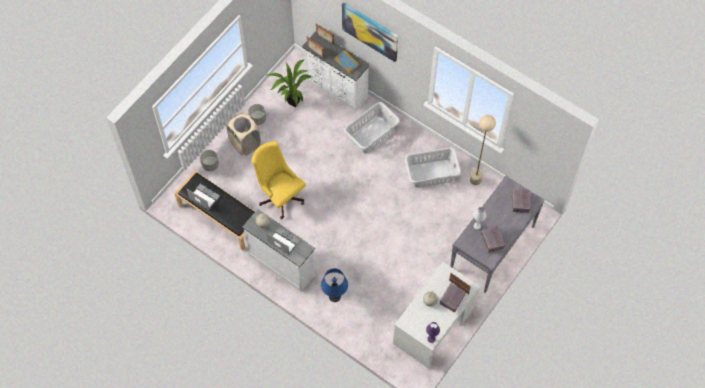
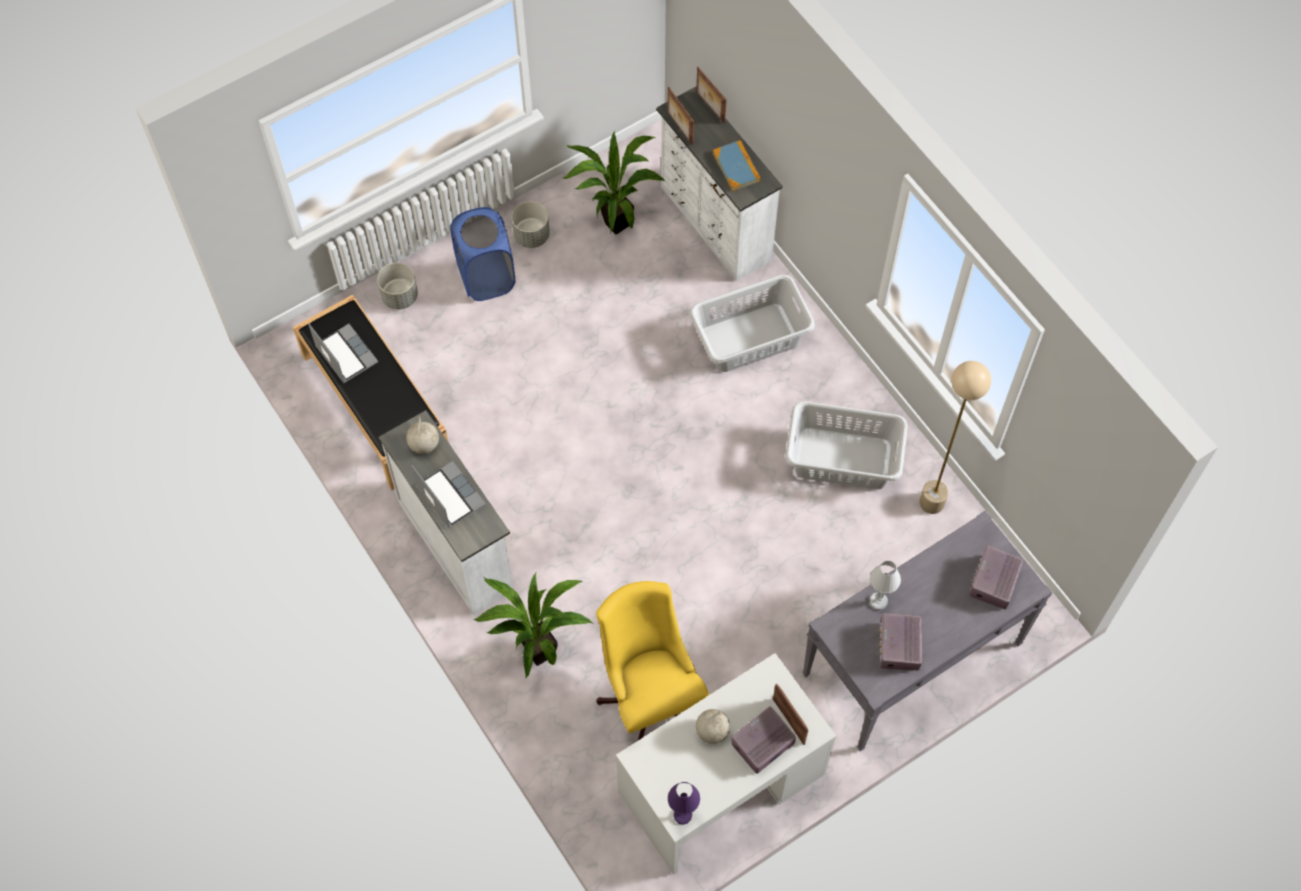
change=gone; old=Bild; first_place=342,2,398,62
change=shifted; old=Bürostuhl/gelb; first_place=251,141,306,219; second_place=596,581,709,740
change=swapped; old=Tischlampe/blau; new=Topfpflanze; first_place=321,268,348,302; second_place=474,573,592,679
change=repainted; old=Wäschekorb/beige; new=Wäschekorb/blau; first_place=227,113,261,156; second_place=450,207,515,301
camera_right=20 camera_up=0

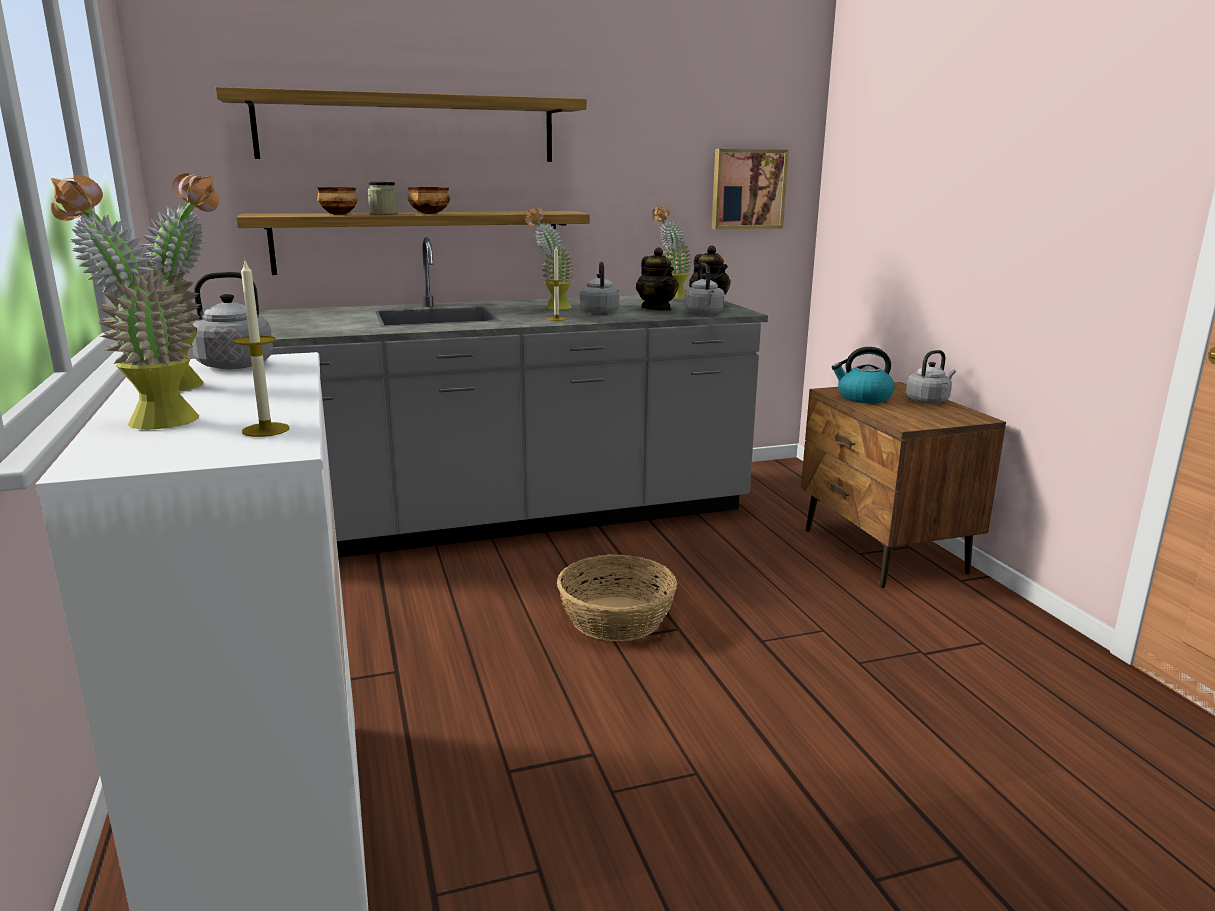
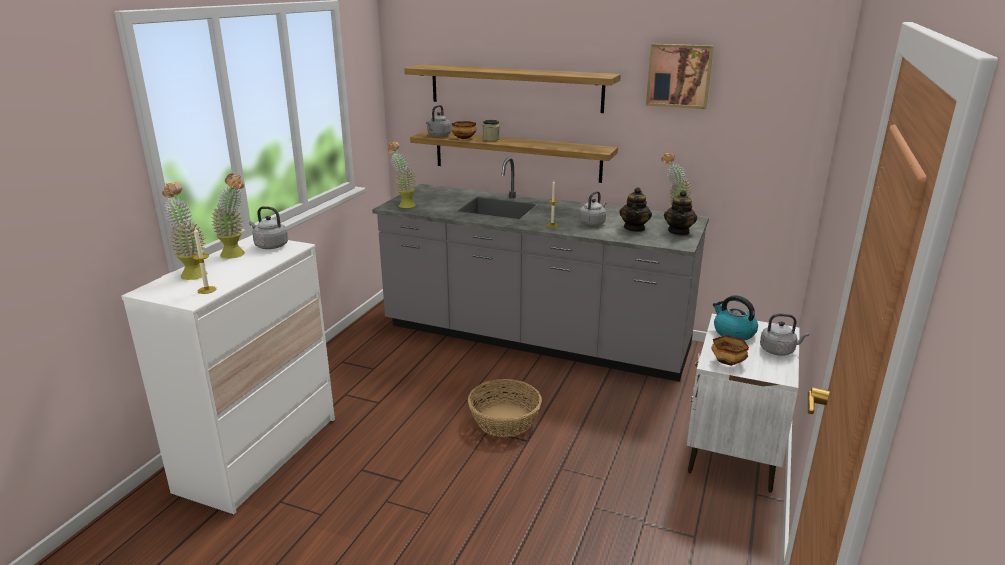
change=shifted; old=Schüssel; first_place=407,187,450,214; second_place=711,335,749,366
change=shifted; old=Topfpflanze; first_place=525,208,574,310; second_place=388,142,416,208
change=shifted; old=Wasserkessel/grau; first_place=684,263,725,315; second_place=426,105,451,137
change=shifted; old=Bild; first_place=712,149,789,229; second_place=646,44,714,109
change=repainted; old=Nachttisch/braun; new=Nachttisch/weiß; first_place=801,382,1006,588; second_place=687,314,800,493
camera_right=40 camera_up=5

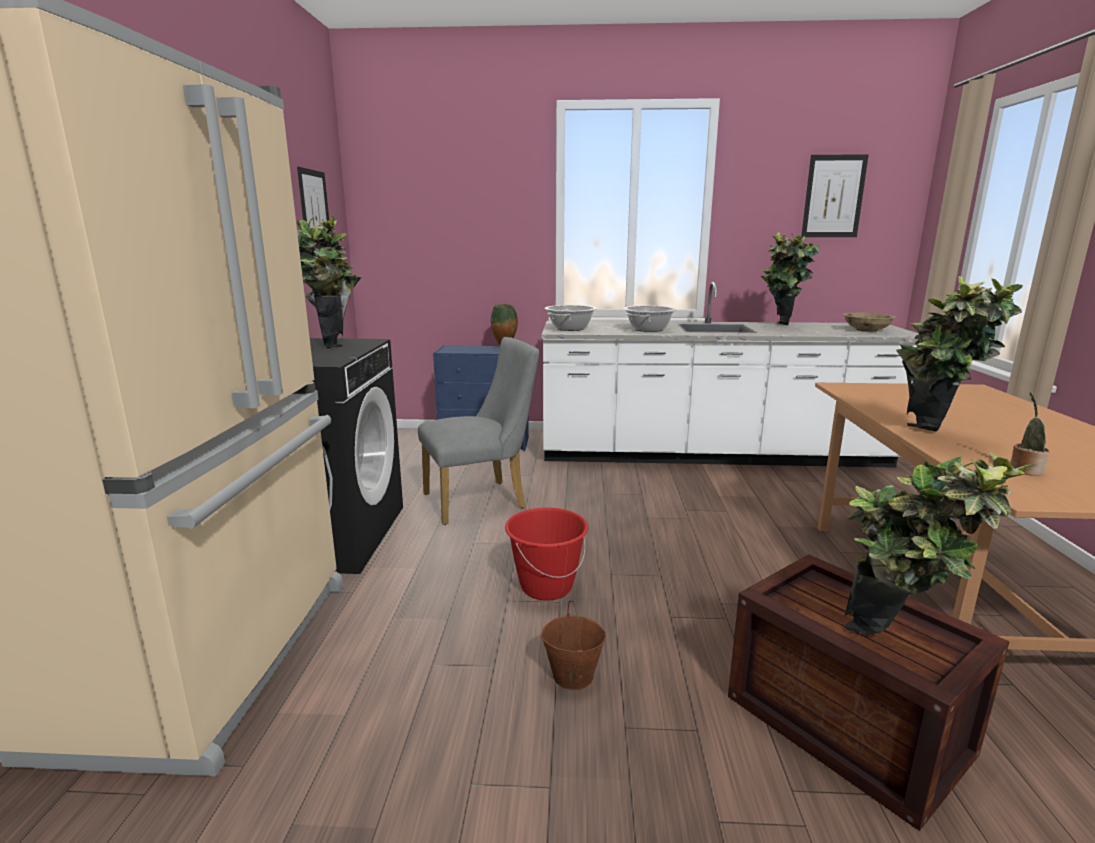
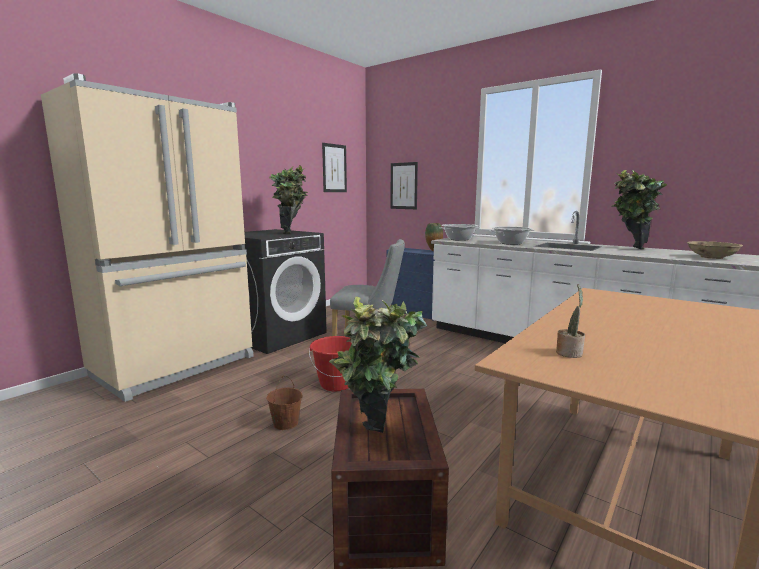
change=gone; old=Topfpflanze; first_place=896,276,1023,432
change=shifted; old=Bild; first_place=801,154,869,237; second_place=390,162,418,209
camera_right=35 camera_up=-5

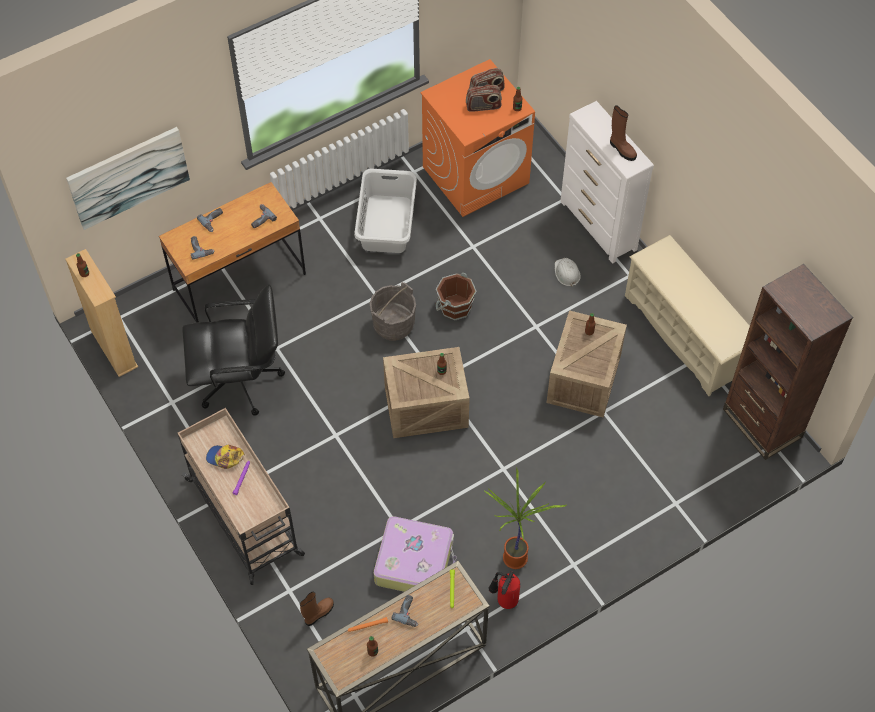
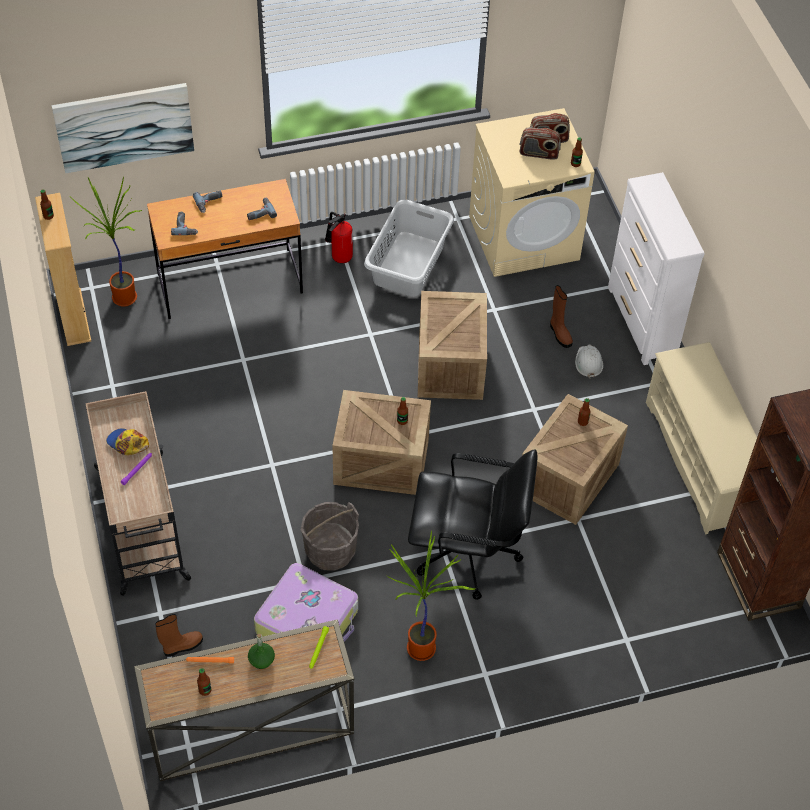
change=new; new=Topfpflanze; second_place=71,176,142,307
change=shifted; old=Bürostuhl/schwarz; first_place=182,284,285,416; second_place=408,449,538,600
change=shifted; old=Eimer/grau; first_place=369,282,416,341; second_place=300,502,359,571
change=shifted; old=Feuerlöscher; first_place=489,571,520,609; second_place=325,212,353,263
change=shifted; old=Stiefel/braun; first_place=610,105,637,161; second_place=550,285,573,348
change=swapped; old=Bohrmaschine; new=Flasche/grün; first_place=391,595,418,627; second_place=248,634,275,669
change=swapped; old=Eimer/braun; new=Kiste; first_place=436,273,476,320; second_place=418,291,487,400
change=repainted; old=Waschmaschine/orange; new=Waschmaschine/beige; first_place=420,59,535,217; second_place=469,108,595,277
camera_right=15 camera_up=-5

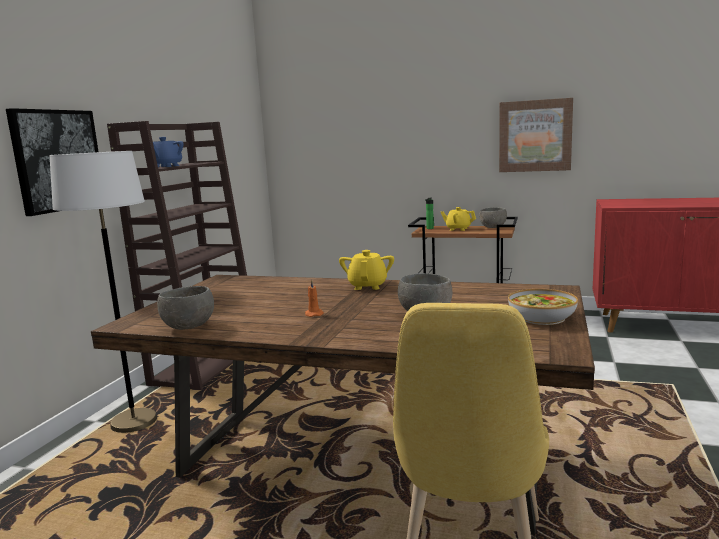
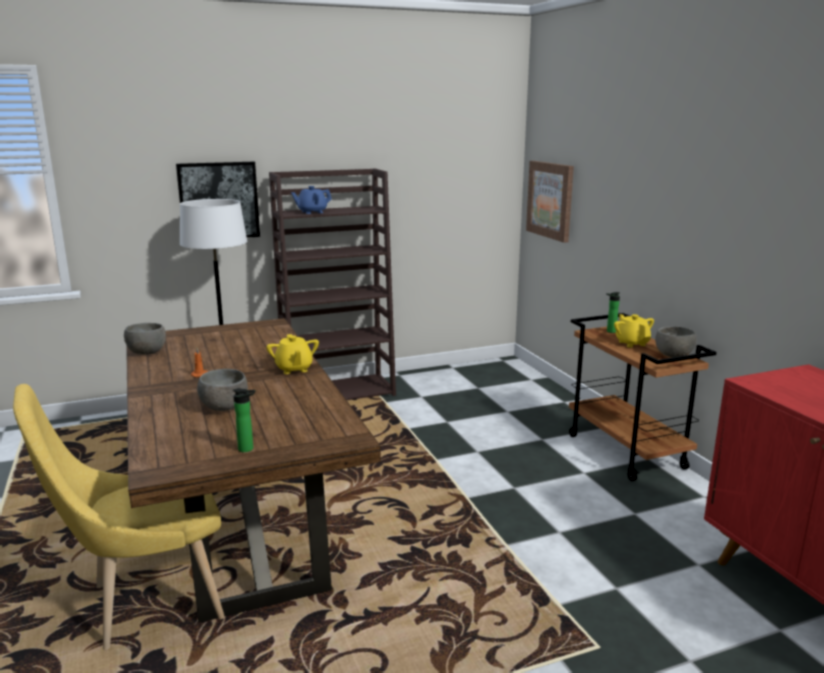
change=shifted; old=Bild; first_place=499,98,573,172; second_place=526,161,574,243
change=swapped; old=Schüssel; new=Flasche; first_place=508,289,578,325; second_place=233,388,256,452
change=rotated; old=Teekanne/gelb; first_place=339,250,394,290; second_place=266,334,319,374; degrees=105
camera_right=50 camera_up=5

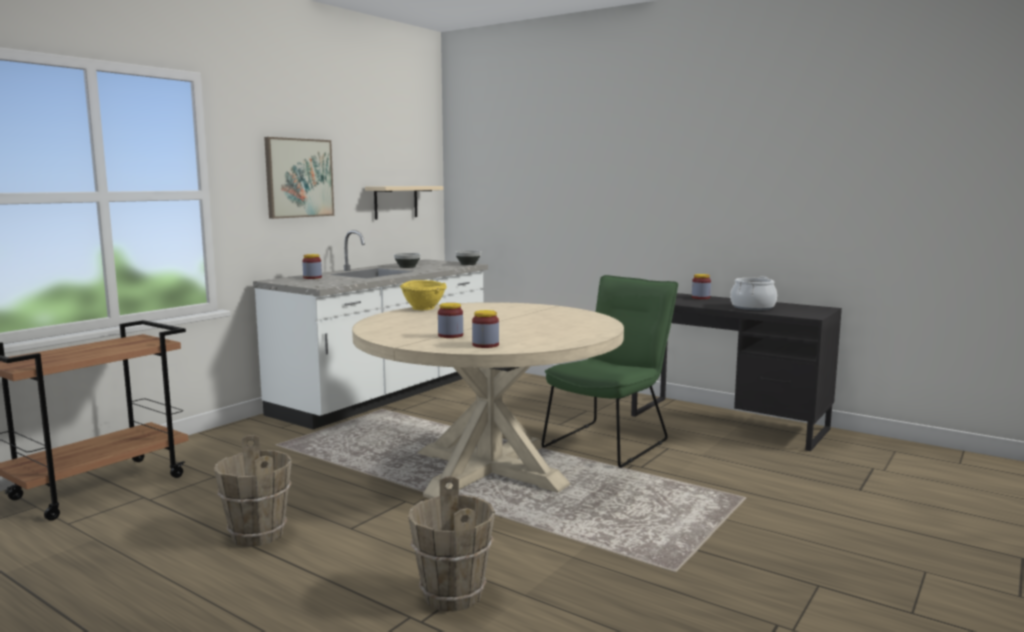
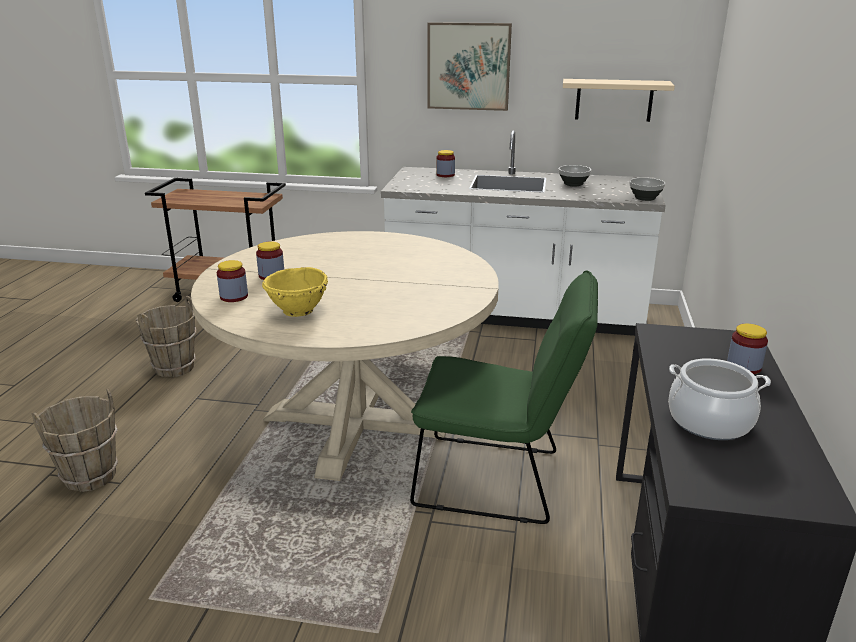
change=shifted; old=Schüssel/gelb; first_place=400,280,447,310; second_place=262,267,328,317
camera_right=65 camera_up=15

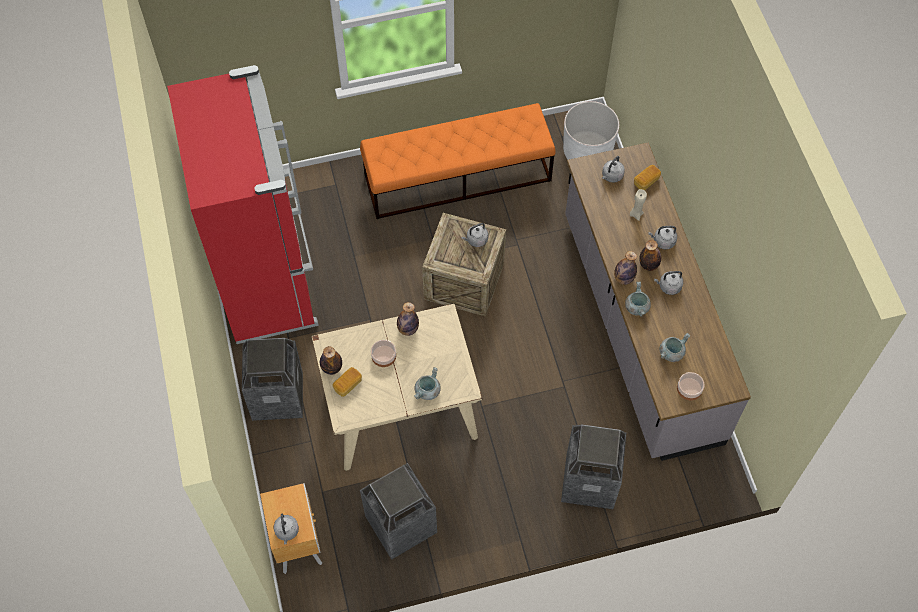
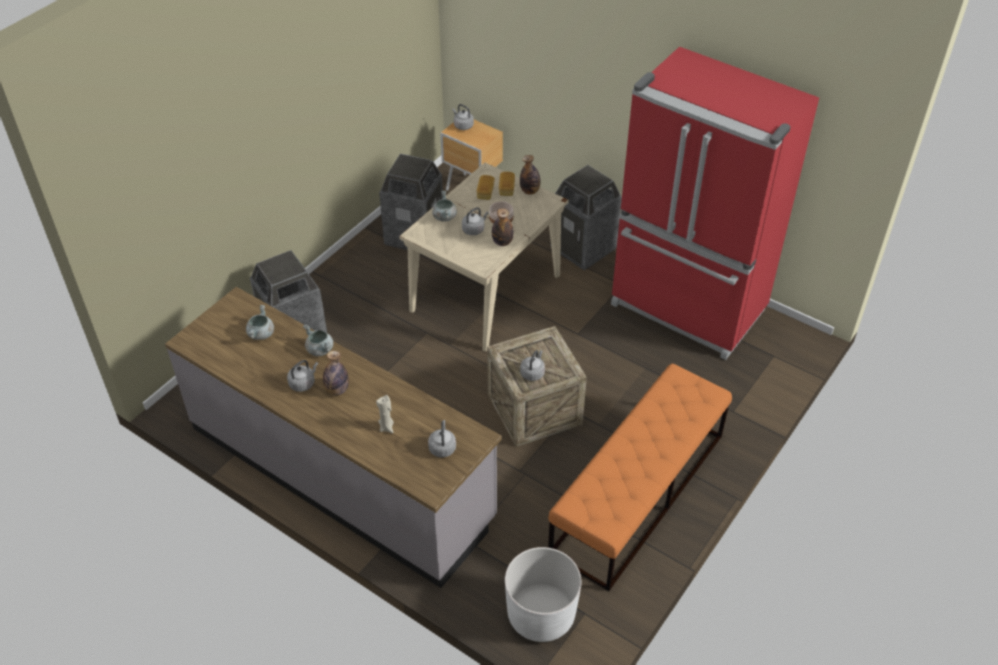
change=gone; old=Flasche; first_place=614,251,637,285
change=gone; old=Schüssel; first_place=677,372,704,400
change=shifted; old=Brot; first_place=634,165,661,190; second_place=476,175,495,200
change=shifted; old=Wasserkessel/grau; first_place=649,226,677,250; second_place=462,207,488,235
camera_right=140 camera_up=-15

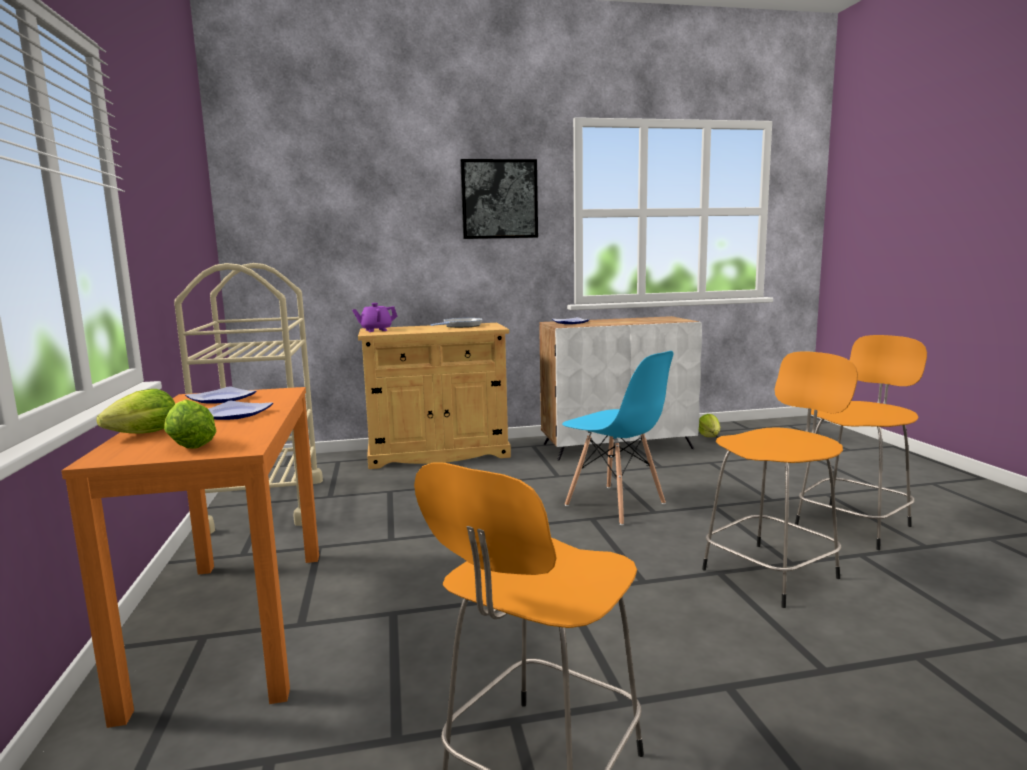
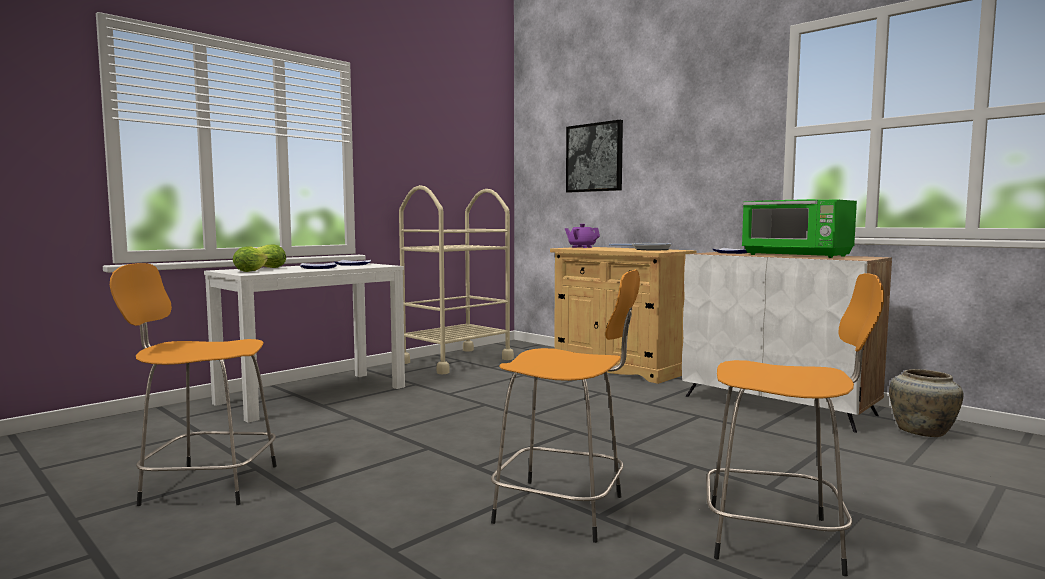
change=gone; old=Stuhl/blau; first_place=562,351,673,525
change=new; new=Mikrowelle/grün; second_place=742,199,857,258
change=shifted; old=Bild; first_place=460,159,538,239; second_place=566,120,623,192
change=swapped; old=Salatkopf; new=Vase/beige; first_place=699,414,720,437; second_place=889,369,964,437
change=repainted; old=Konsolentisch/orange; new=Konsolentisch/weiß; first_place=61,387,319,728; second_place=204,263,405,423
camera_right=55 camera_up=-5

